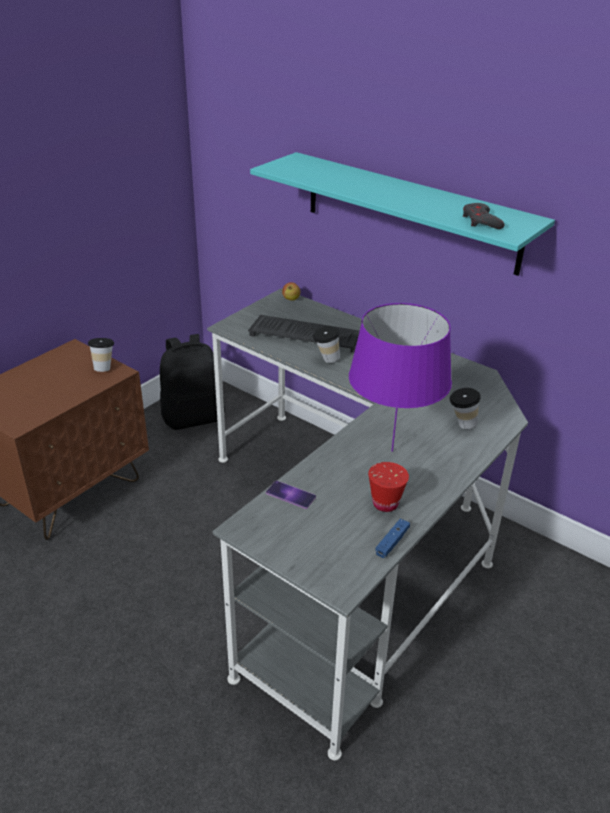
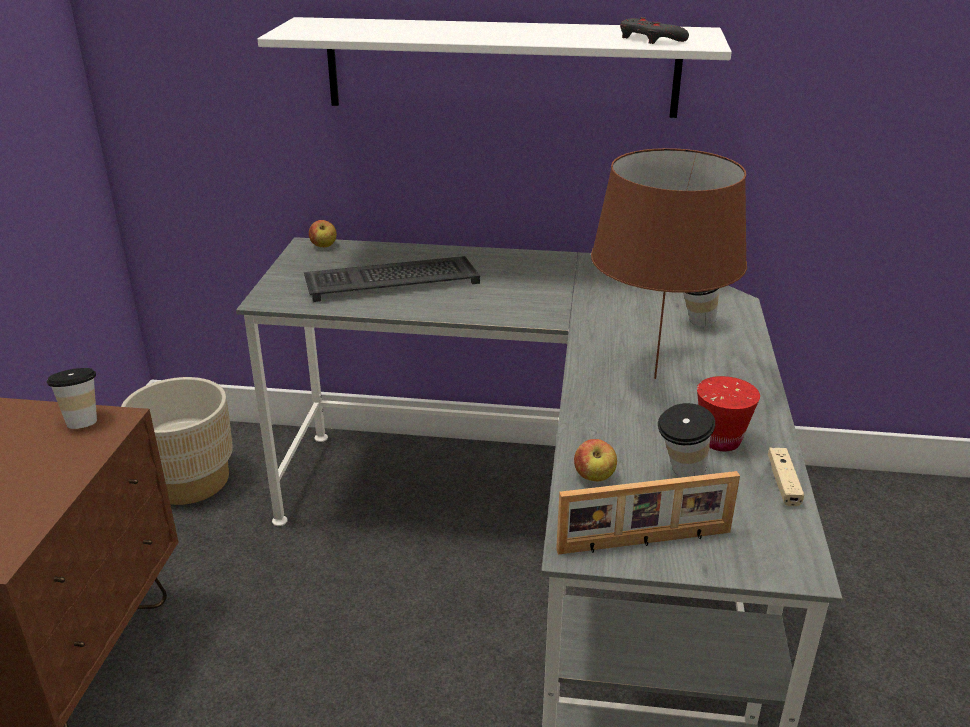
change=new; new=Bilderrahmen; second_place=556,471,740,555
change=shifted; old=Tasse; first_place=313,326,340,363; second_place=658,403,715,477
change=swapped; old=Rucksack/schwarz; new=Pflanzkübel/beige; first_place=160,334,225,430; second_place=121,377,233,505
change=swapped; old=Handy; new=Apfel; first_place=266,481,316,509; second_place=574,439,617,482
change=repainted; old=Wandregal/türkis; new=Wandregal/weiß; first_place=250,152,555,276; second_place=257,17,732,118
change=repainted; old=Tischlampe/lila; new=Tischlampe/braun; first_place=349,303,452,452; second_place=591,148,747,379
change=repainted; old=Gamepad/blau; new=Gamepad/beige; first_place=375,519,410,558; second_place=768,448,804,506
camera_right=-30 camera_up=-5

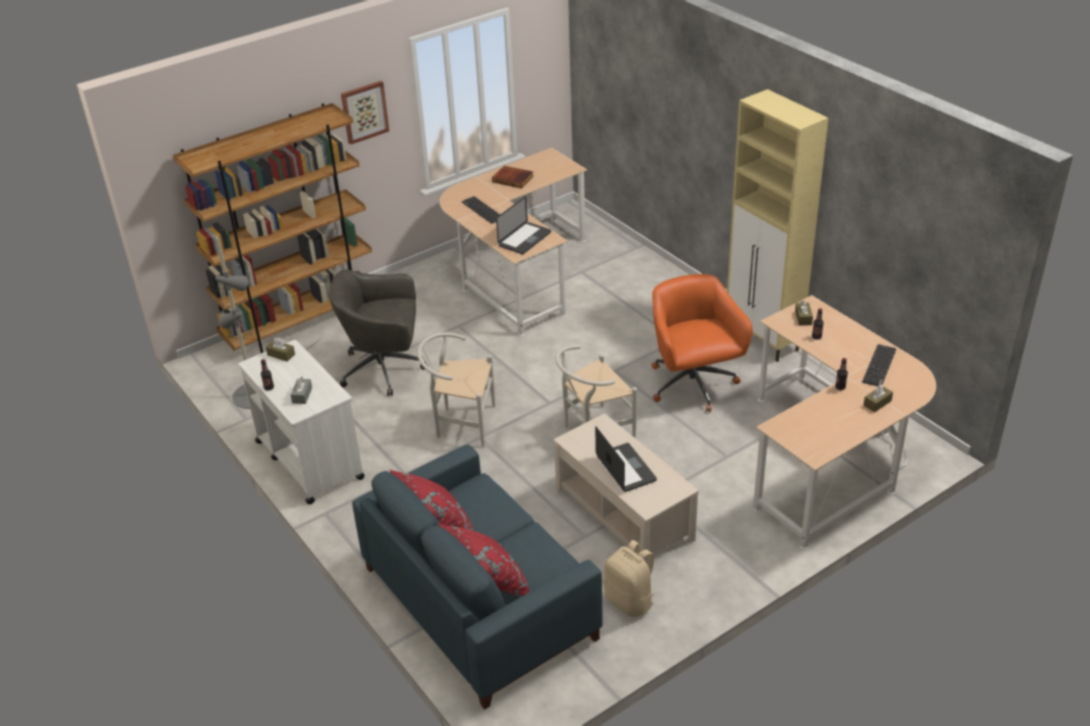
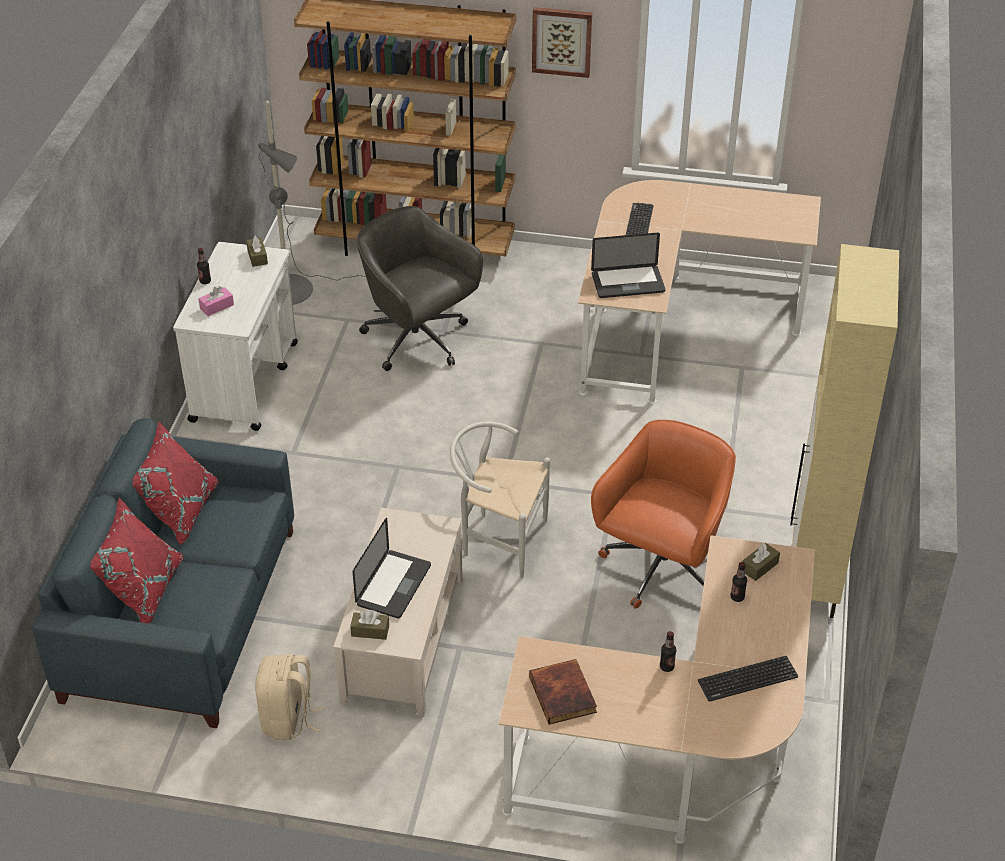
change=gone; old=Stuhl/weiß; first_place=418,333,495,447
change=shifted; old=Buch; first_place=492,166,534,189; second_place=529,659,597,724
change=shifted; old=Taschentuchbox/braun; first_place=863,384,893,412; second_place=350,610,389,640
change=repainted; old=Taschentuchbox/grau; new=Taschentuchbox/rosa; first_place=291,377,312,404; second_place=198,286,234,316
camera_right=45 camera_up=5

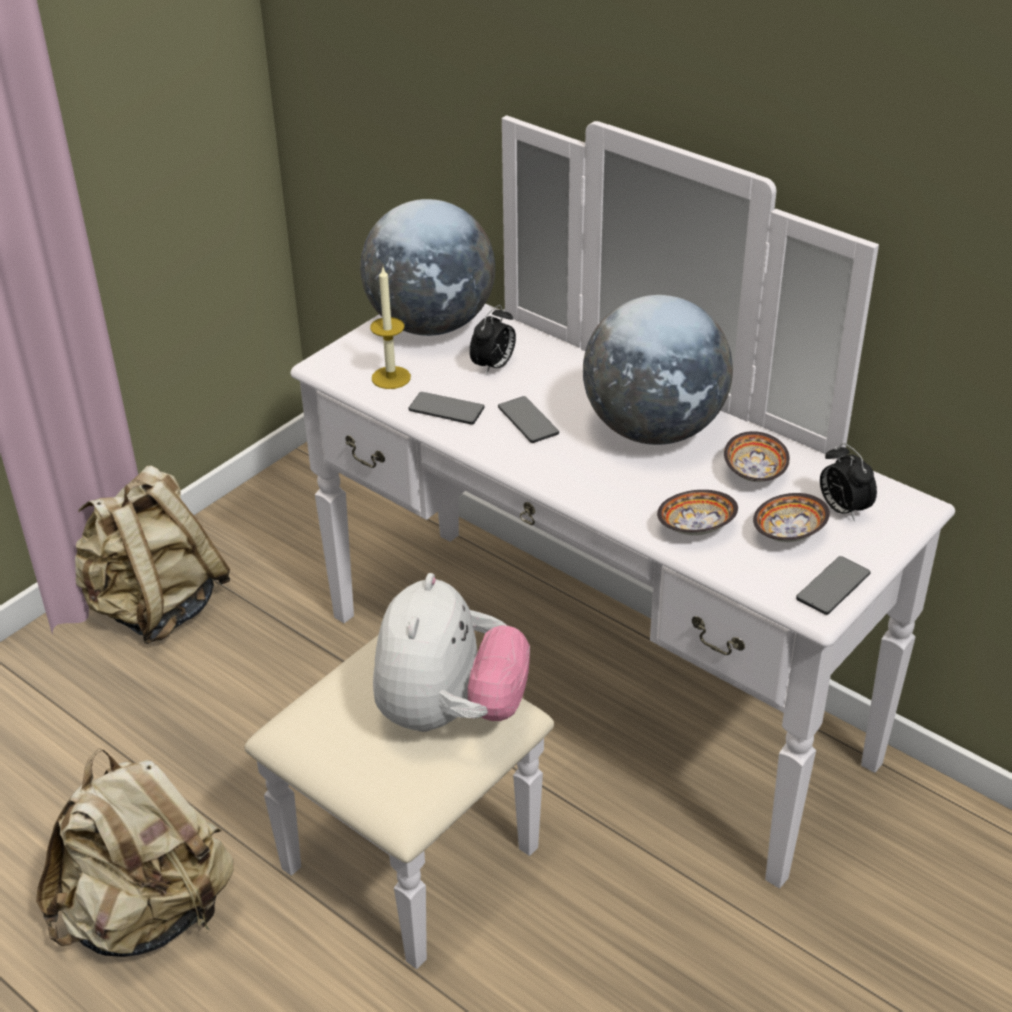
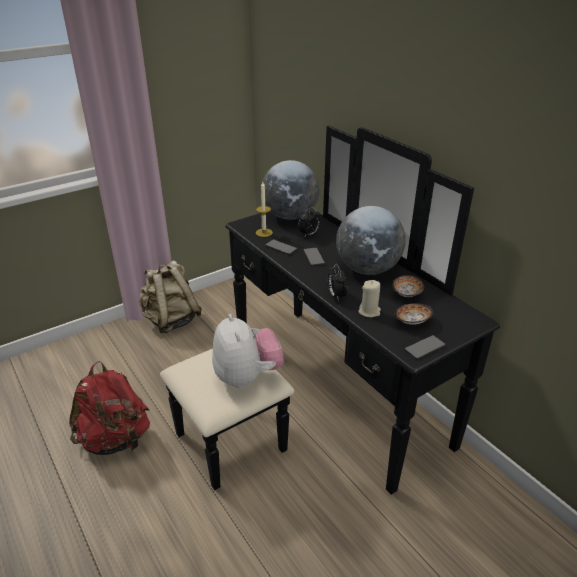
change=shifted; old=Wecker; first_place=820,443,877,522; second_place=328,264,348,301
change=swapped; old=Schüssel; new=Kerze/beige; first_place=657,490,738,535; second_place=358,280,381,317
change=repainted; old=Rucksack/beige; new=Rucksack/rot; first_place=36,748,233,957; second_place=69,361,150,455
change=repainted; old=Kommode/weiß; new=Kommode/schwarz; first_place=245,115,955,969; second_place=160,126,500,495
change=rotated; old=Plüschtier; first_place=373,573,530,732; second_place=212,314,284,388; degrees=-45
camera_right=15 camera_up=-5

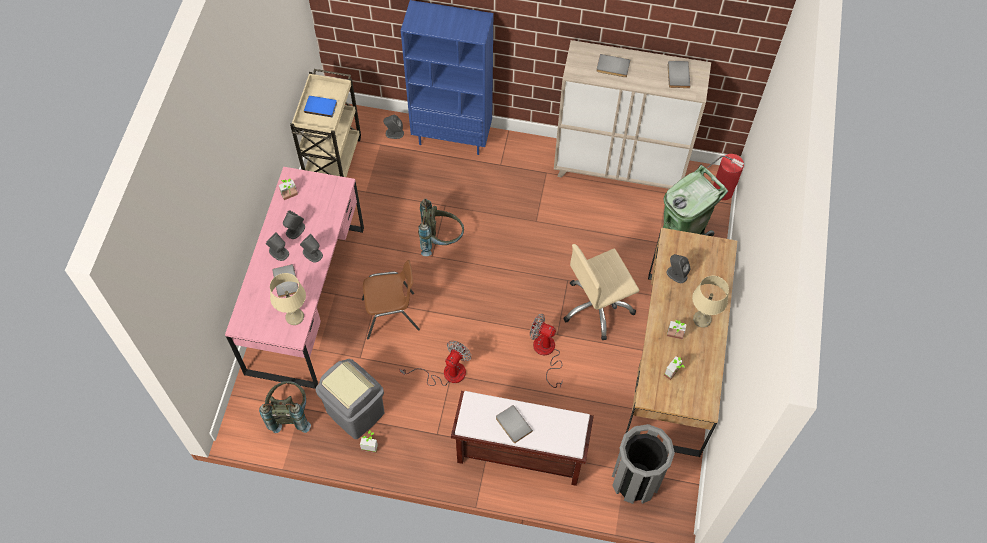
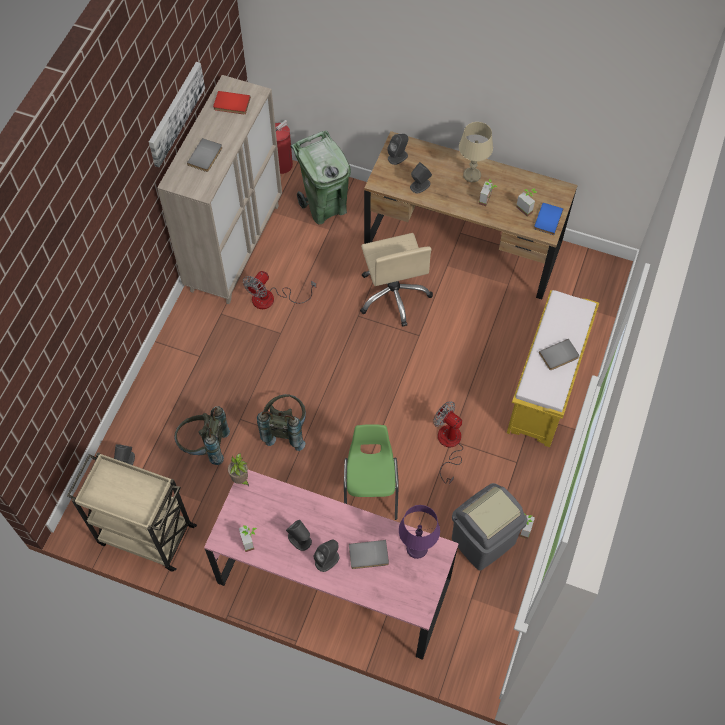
change=gone; old=Bücherregal/blau; first_place=401,0,493,155
change=gone; old=Mülleimer/grau; first_place=612,424,675,504
change=new; new=Bild; second_place=149,62,205,167
change=new; new=Topfpflanze; second_place=228,453,249,487
change=shifted; old=Rucksack/grau; first_place=259,381,311,433; second_place=174,406,230,465
change=shifted; old=Lautsprecher/grau; first_place=300,234,323,263; second_place=387,134,408,165
change=shifted; old=Buch/blau; first_place=304,96,337,117; second_place=534,203,563,235
change=shifted; old=Ventilator; first_place=530,314,563,388; second_place=243,271,316,309
change=repainted; old=Tischlampe/beige; new=Tischlampe/lila; first_place=270,273,306,325; second_place=399,505,440,559
change=repainted; old=Stuhl/braun; new=Stuhl/grün; first_place=362,260,420,340; second_place=344,424,399,520
change=repainted; old=Bank/braun; new=Bank/gelb; first_place=451,391,594,486; second_place=507,290,599,447
change=repainted; old=Buch/grau; new=Buch/rot; first_place=668,61,690,88; second_place=213,91,251,114
camera_right=-80 camera_up=0

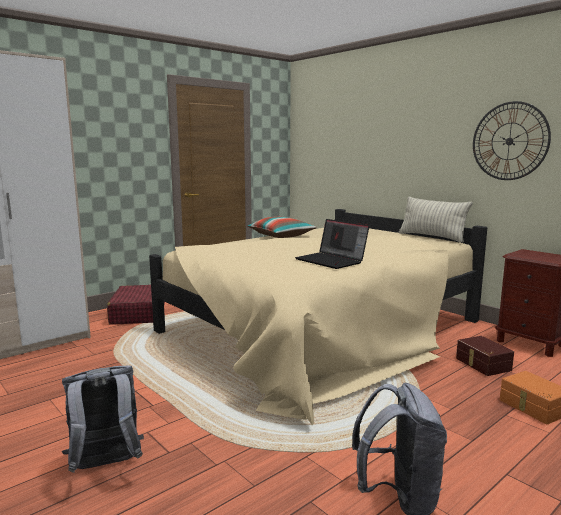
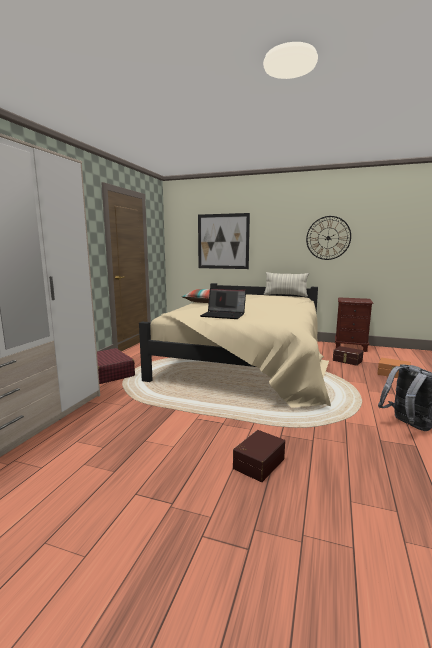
change=new; new=Bild; second_place=198,213,250,269
change=shifted; old=Laptop; first_place=295,219,369,269; second_place=200,288,246,319
change=swapped; old=Rucksack/grau; new=Aufbewahrungsbox/braun; first_place=62,365,144,473; second_place=233,430,285,482
camera_right=-30 camera_up=0

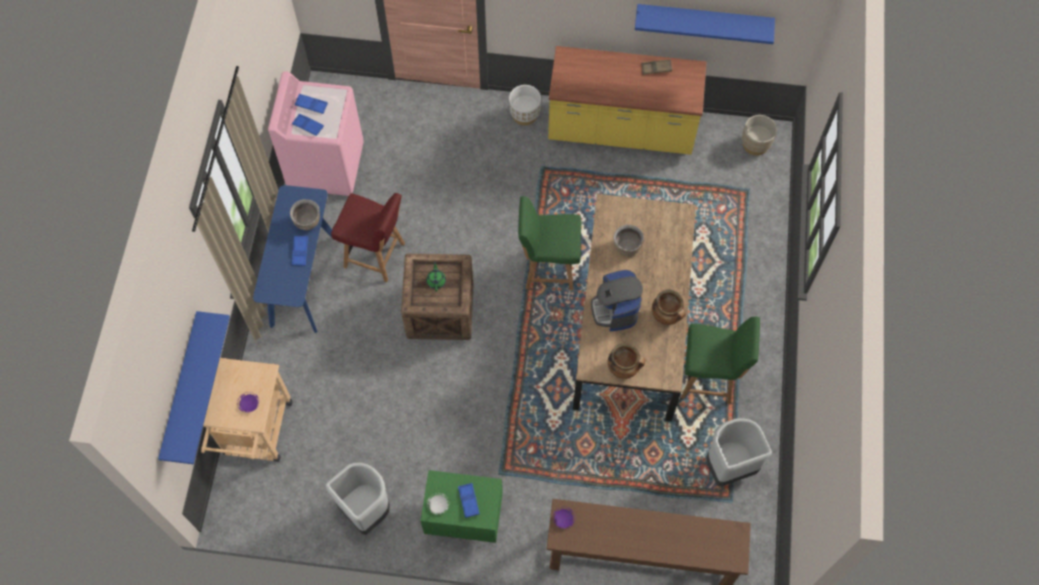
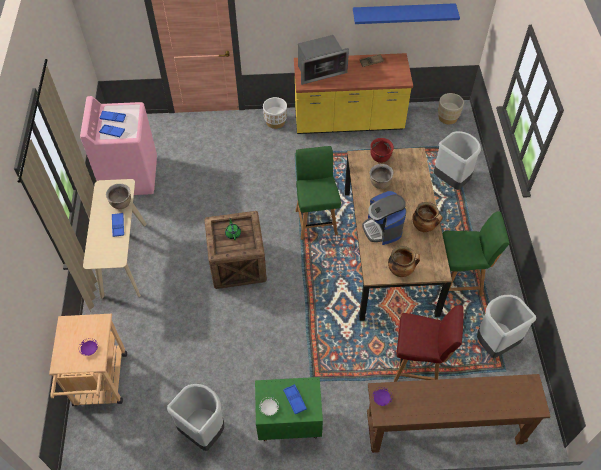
change=gone; old=Wandregal/blau; first_place=158,311,230,464
change=new; new=Mikrowelle; second_place=298,35,349,85
change=new; new=Kochtopf/rot; second_place=370,138,394,163
change=new; new=Mülleimer/grau; second_place=434,131,481,190
change=shifted; old=Stuhl/rot; first_place=331,193,405,282; second_place=394,305,464,382
change=repainted; old=Konsolentisch/blau; new=Konsolentisch/beige; first_place=253,185,332,333; second_place=83,179,147,299
change=rotated; old=Stuhl/grün; first_place=518,196,581,291; second_place=296,146,341,240; degrees=90
camera_right=-10 camera_up=-10

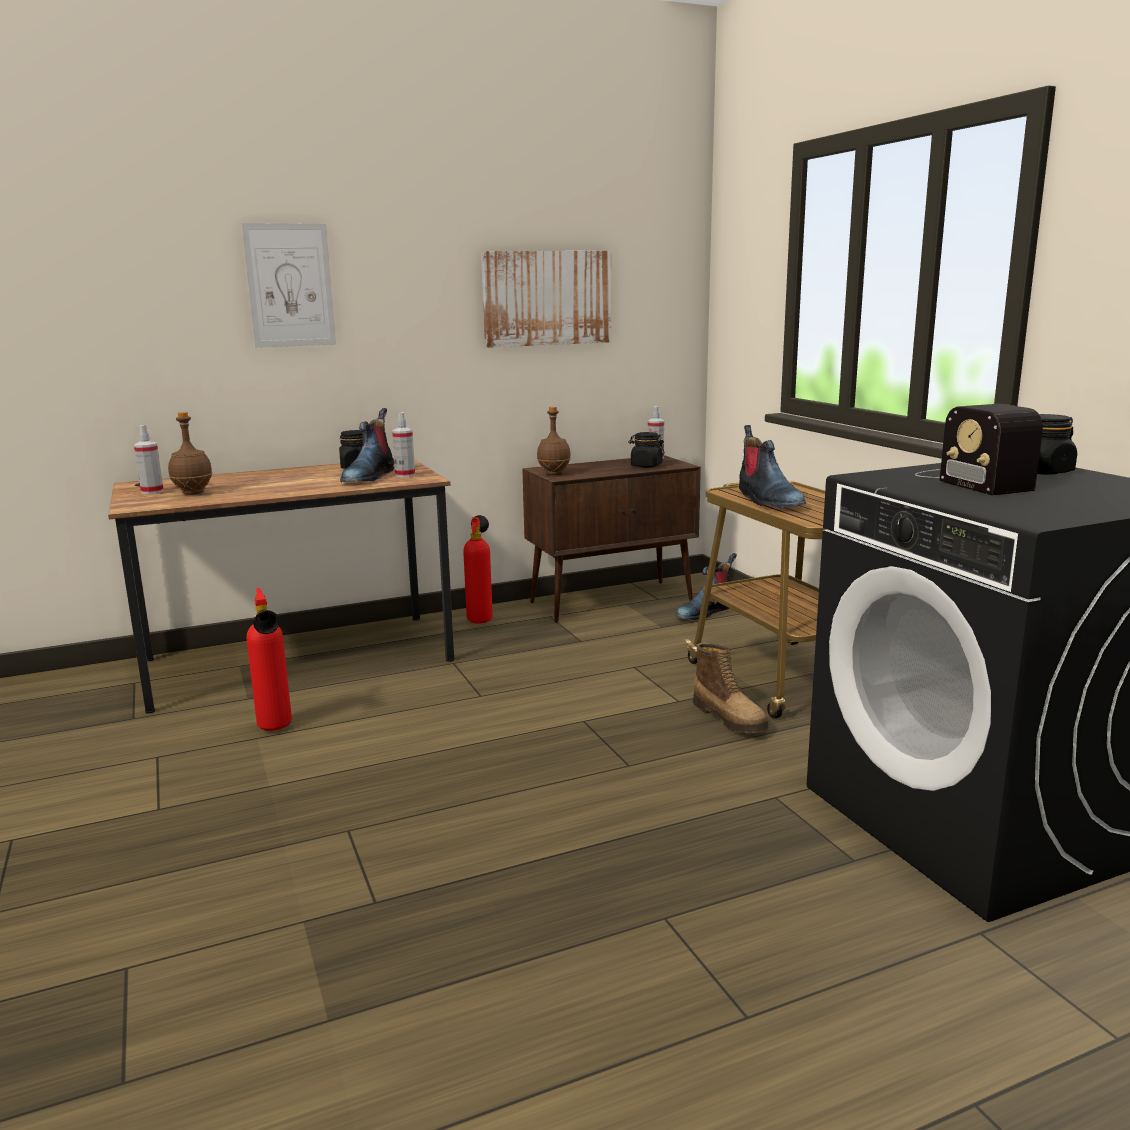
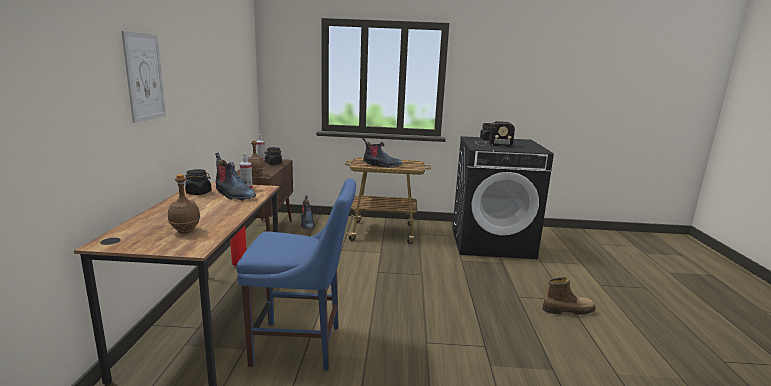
change=gone; old=Sprühflasche; first_place=134,425,164,494
change=gone; old=Bild; first_place=481,251,612,348
change=shifted; old=Stiefel; first_place=693,642,769,733; second_place=542,277,596,315
change=swapped; old=Feuerlöscher; new=Stuhl/blau; first_place=247,588,292,731; second_place=236,178,356,371
camera_right=-65 camera_up=0

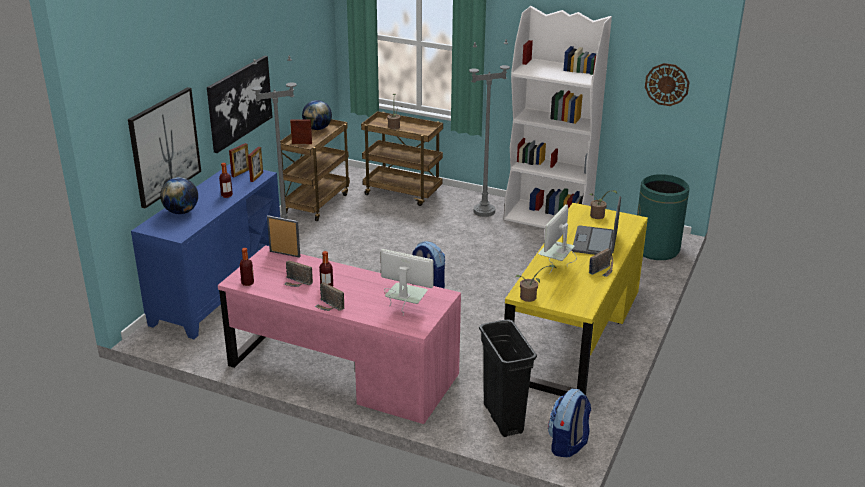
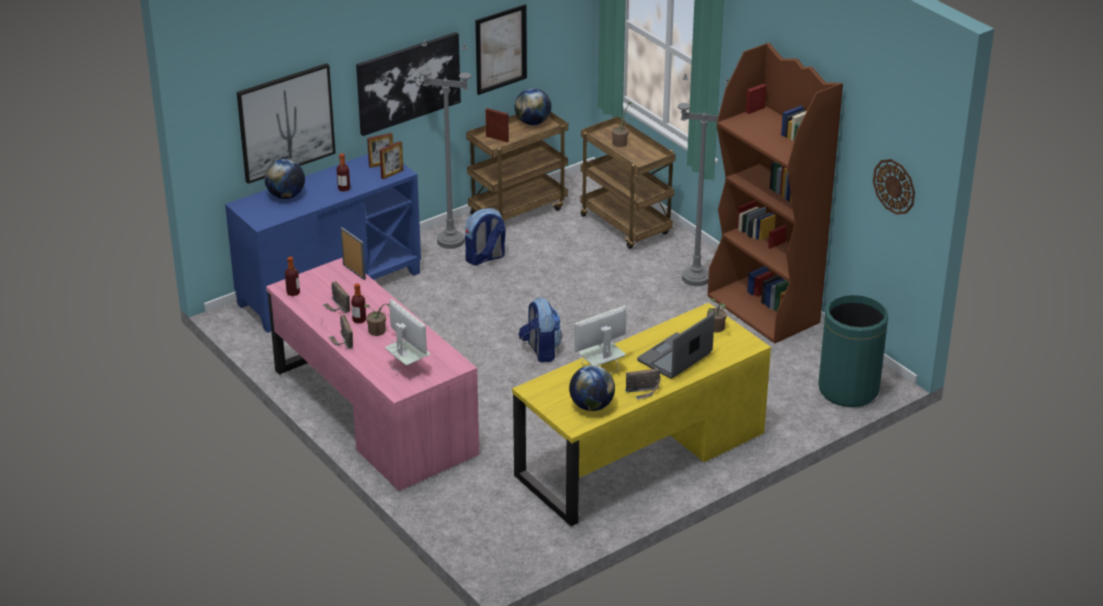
change=gone; old=Mülleimer/schwarz; first_place=479,319,537,437
change=new; new=Bild; second_place=475,4,527,95
change=new; new=Globus; second_place=569,365,615,411
change=shifted; old=Topfpflanze; first_place=515,265,556,302; second_place=364,304,390,336
change=shifted; old=Rucksack; first_place=548,389,591,457; second_place=465,208,506,266
change=repainted; old=Bücherregal/weiß; new=Bücherregal/braun; first_place=504,6,612,229; second_place=707,43,843,343
camera_right=30 camera_up=5

